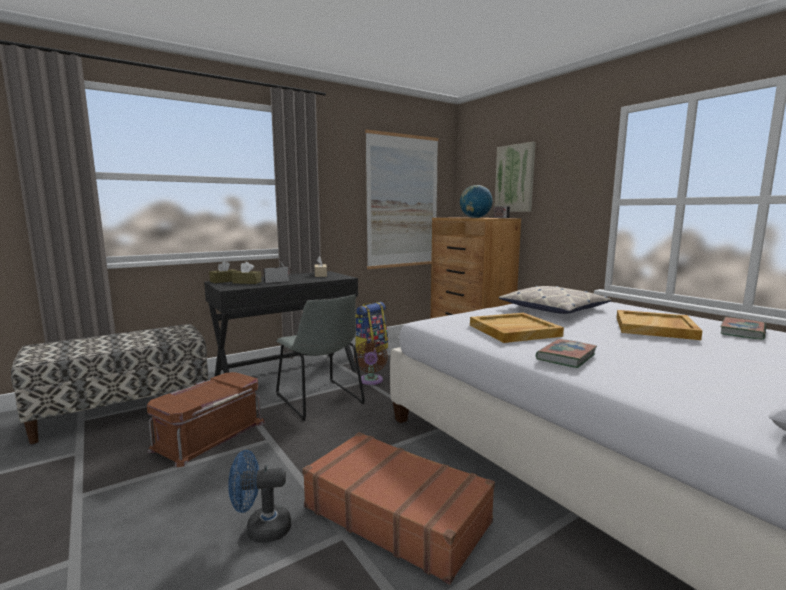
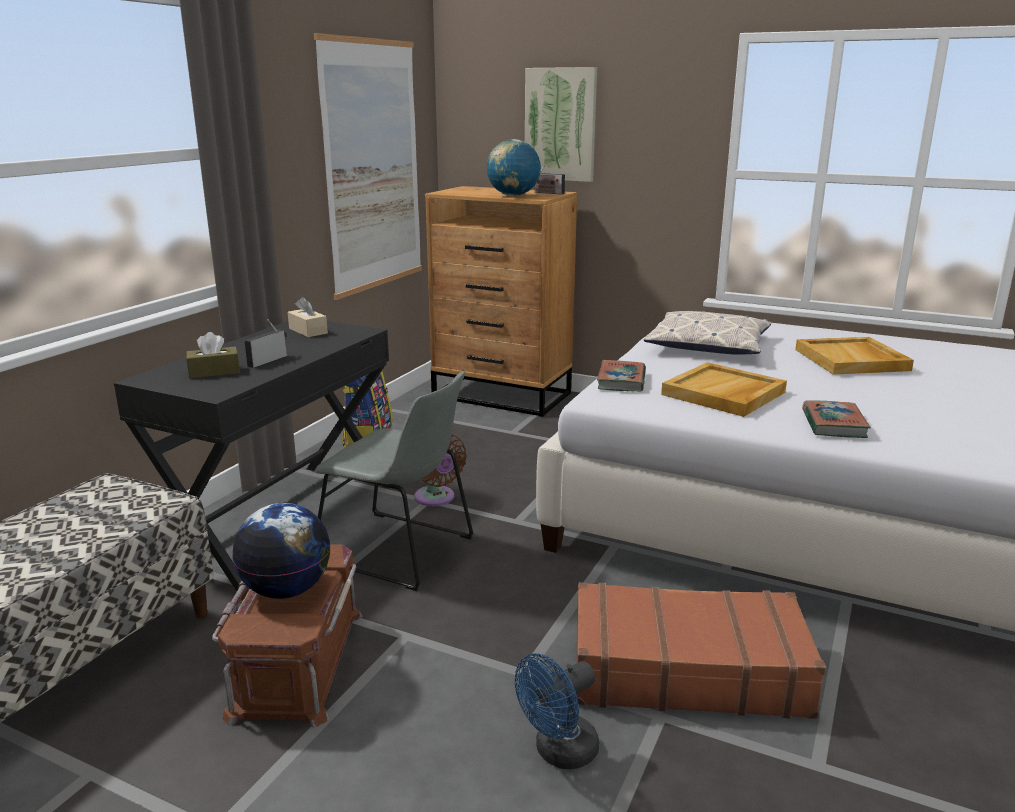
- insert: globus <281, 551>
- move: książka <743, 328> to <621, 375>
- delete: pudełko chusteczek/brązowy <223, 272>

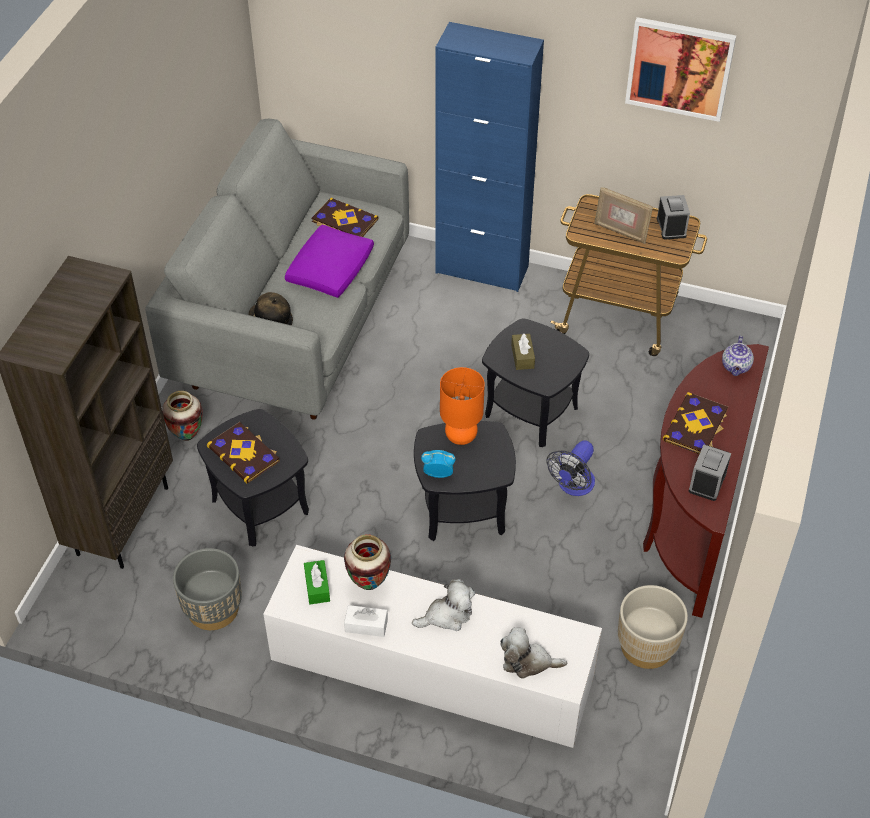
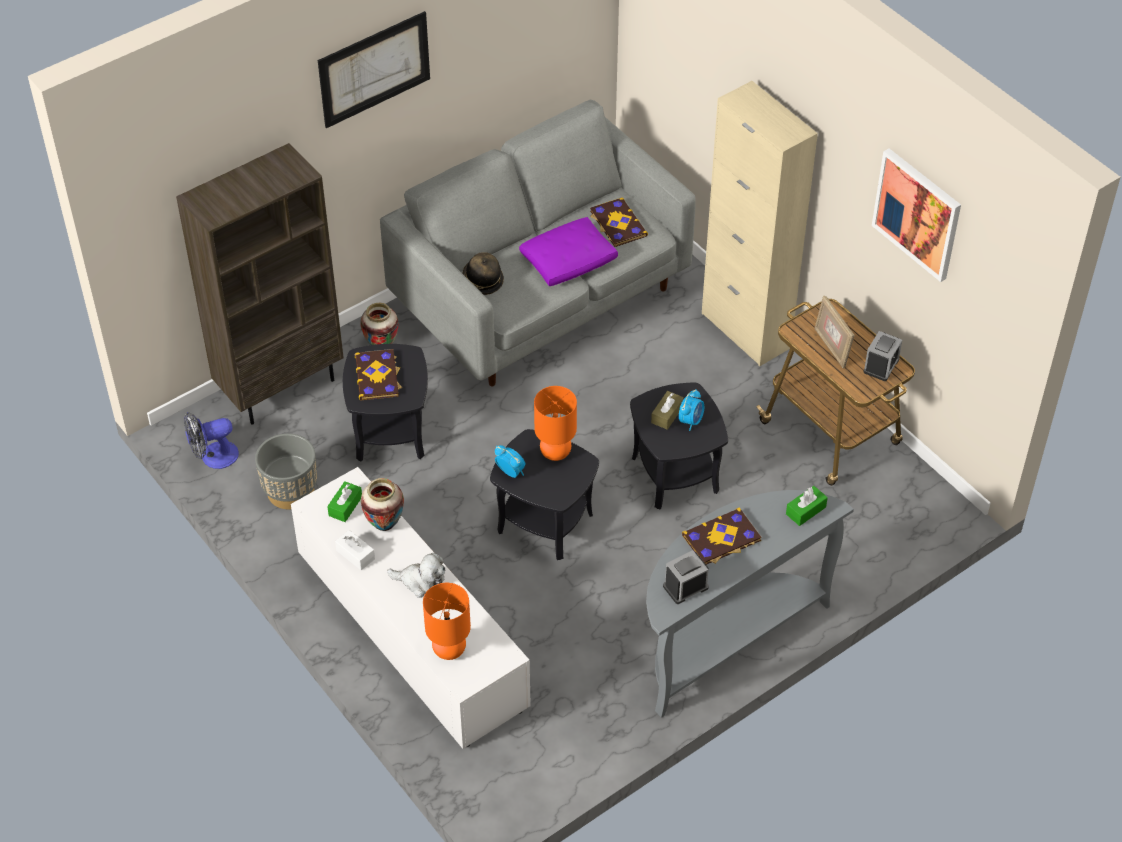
- move: wentylator <571, 468> to <211, 440>
- insert: obraz <374, 69>
- replace: pluszak <533, 653> to lampa stołowa/pomarańczowy <447, 621>
- recolor: stolik konsolowy/brązowy <706, 481> to stolik konsolowy/szary <750, 604>
- insert: budzik <691, 410>
- recolor: szafka/niebieski <489, 157> to szafka/beżowy <760, 223>
- replace: imbryk <738, 356> to pudełko chusteczek/zielony <807, 506>
- delete: donica/beżowy <653, 627>

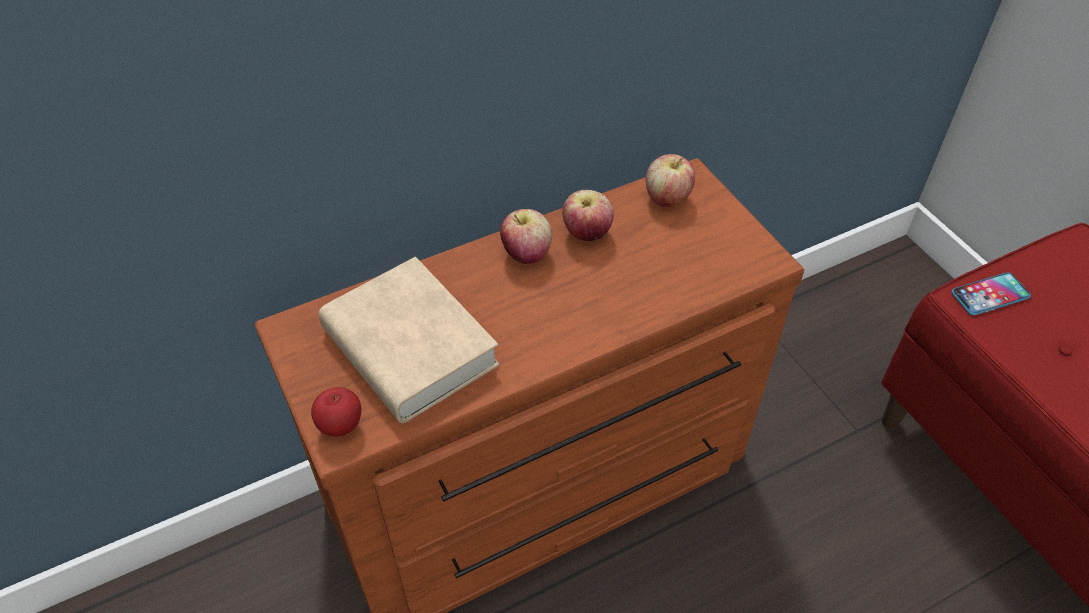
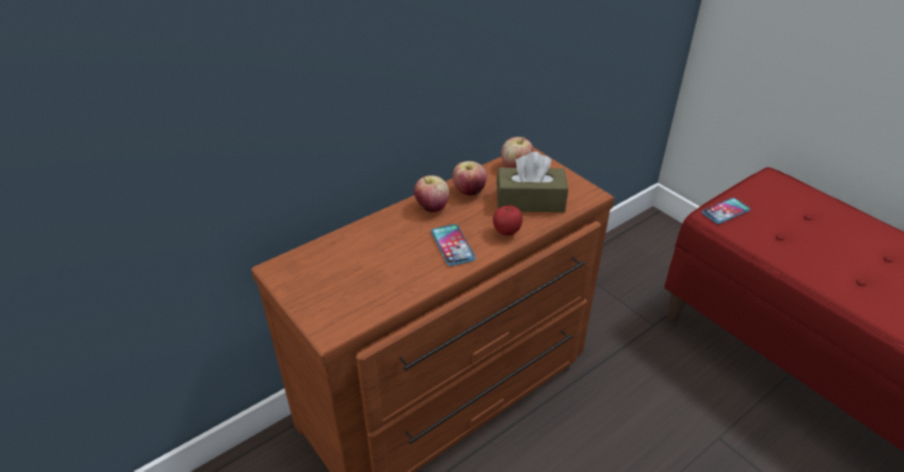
- insert: telefon <453, 245>
- move: jabłko <336, 411> to <508, 221>
- insert: pudełko chusteczek/brązowy <532, 182>
- delete: książka/beżowy <408, 340>

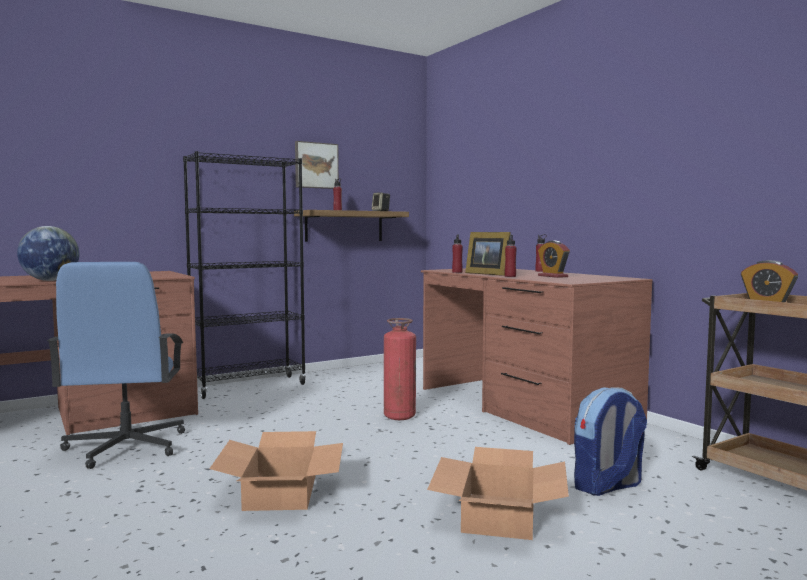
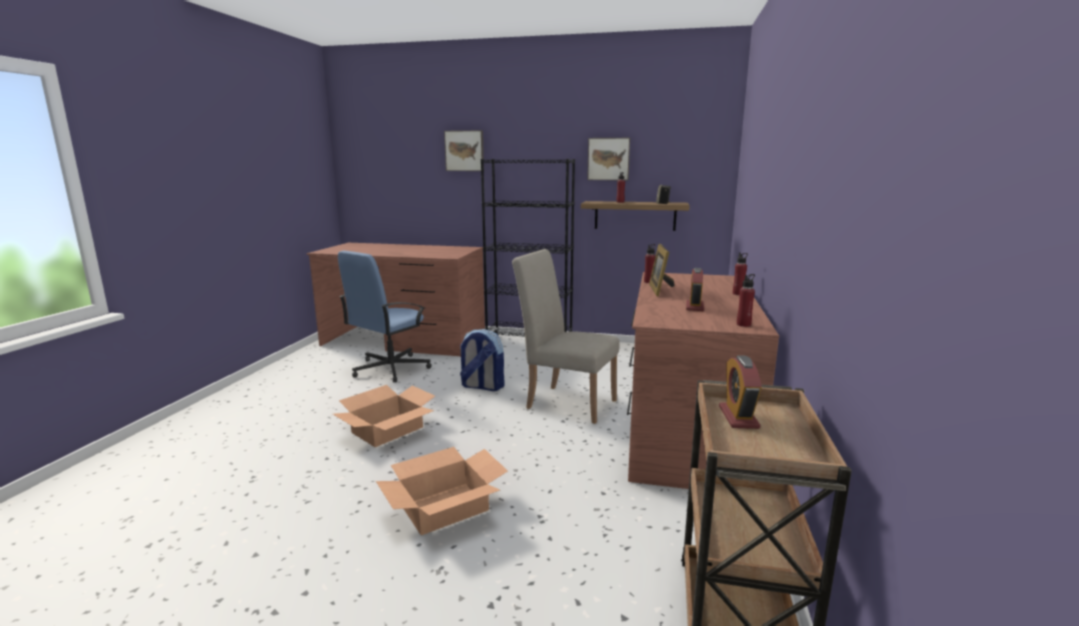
- insert: obraz <464, 150>
- move: plecak <610, 441> to <482, 360>
- replace: gaśnica <400, 369> to krzesło/beżowy <566, 336>
- move: butelka/czerwony <511, 256> to <746, 300>
- delete: globus <48, 253>

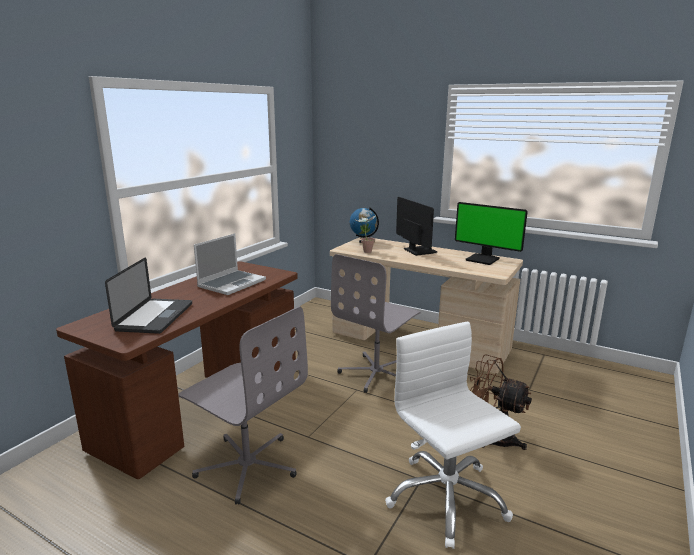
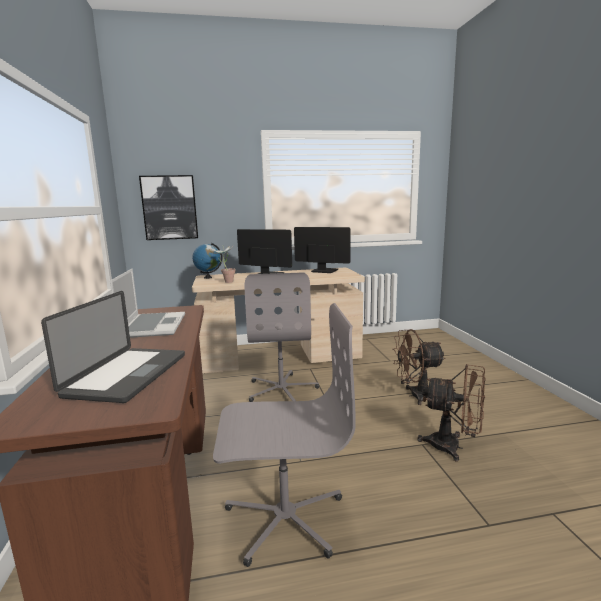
- rotate: laptop <148, 295> = <113, 347> 45 degrees clockwise
- insert: obraz <168, 207>
- rotate: monitor <491, 233> = <322, 250> 150 degrees counterclockwise
- replace: krzesło biurowe/biały <453, 435> to wentylator/brązowy <451, 413>

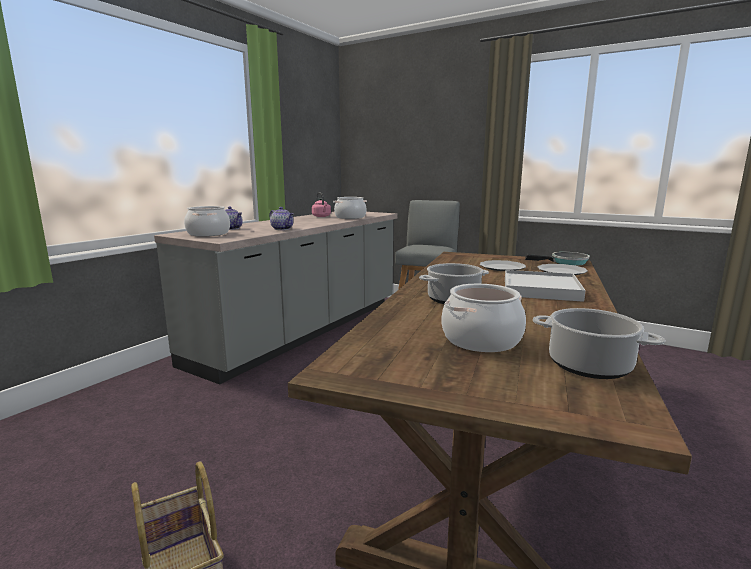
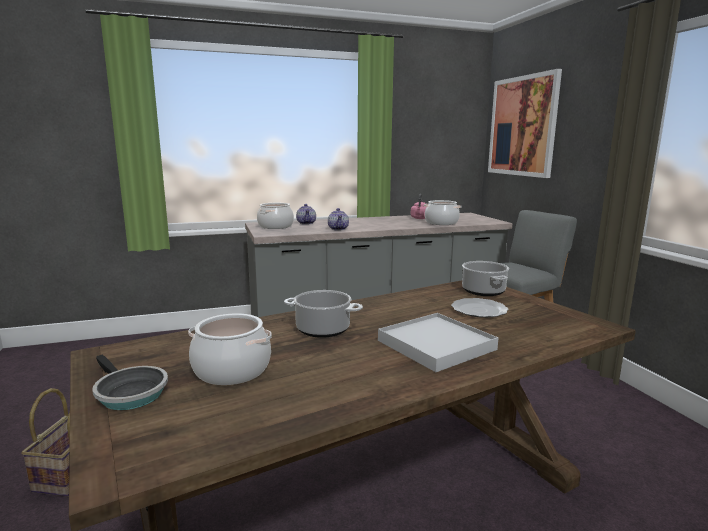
- move: patelnia <557, 259> to <130, 382>
- move: garnek <599, 343> to <485, 278>
- insert: obraz <525, 123>
- delete: talerz <562, 269>

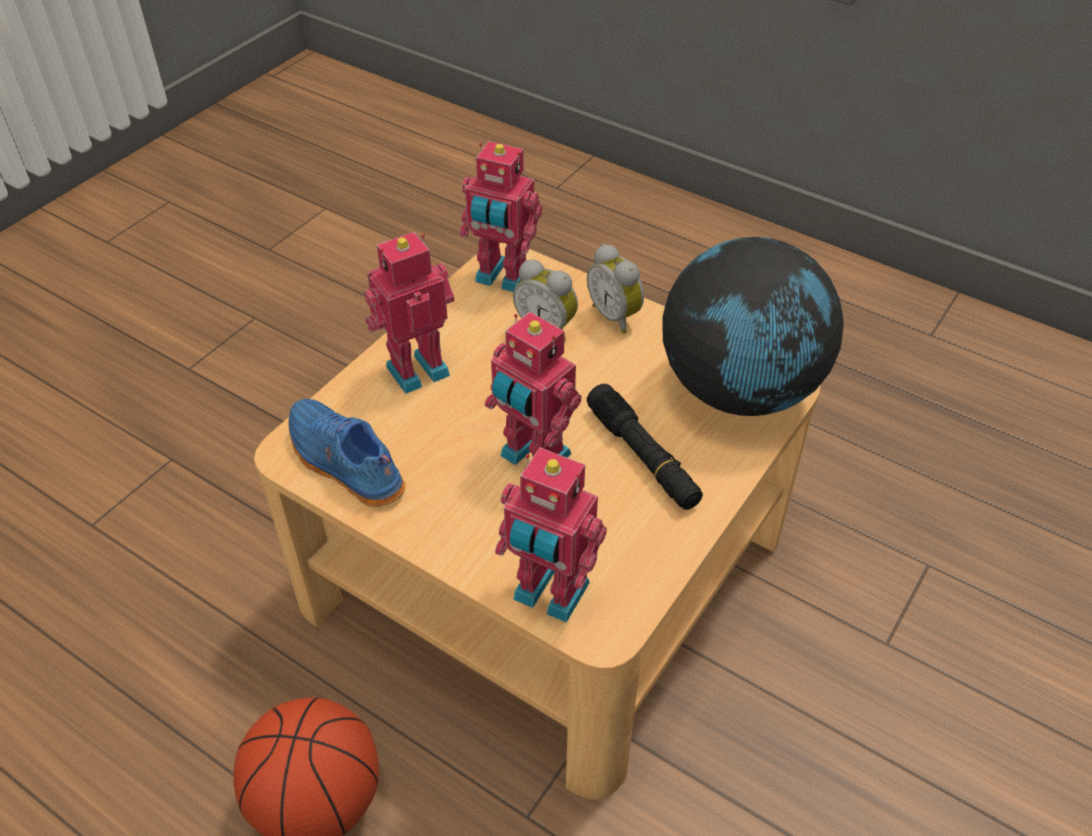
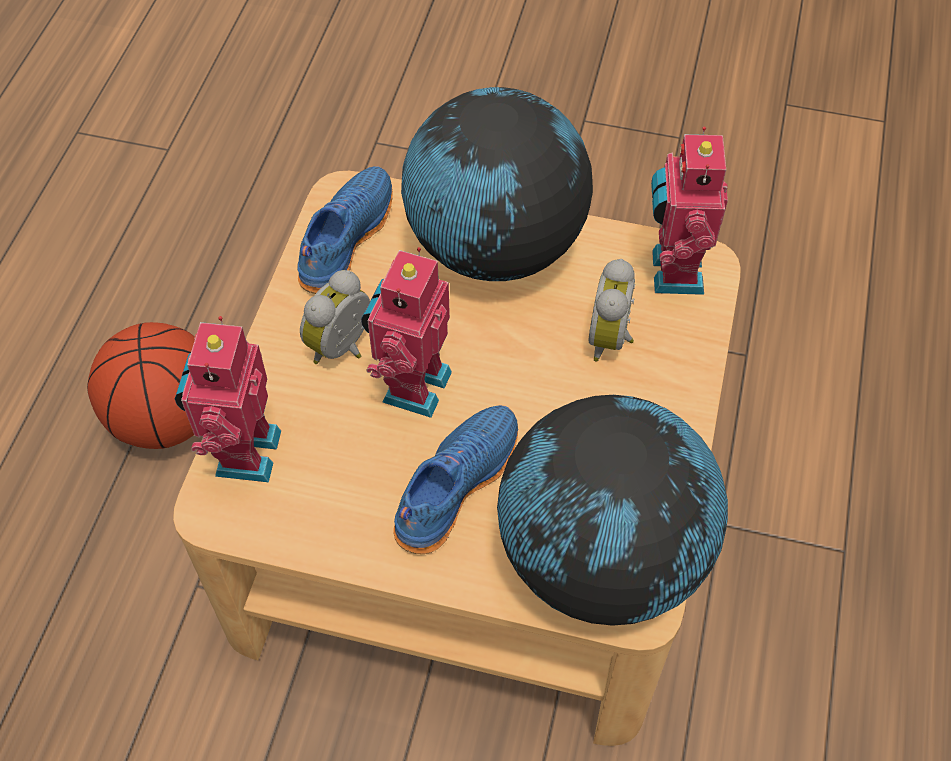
- move: budzik <615, 289> to <335, 317>
- replace: latarka/czarny <645, 447> to but/niebieski <455, 479>
- replace: robot zabawkowy <409, 313> to globus <497, 184>

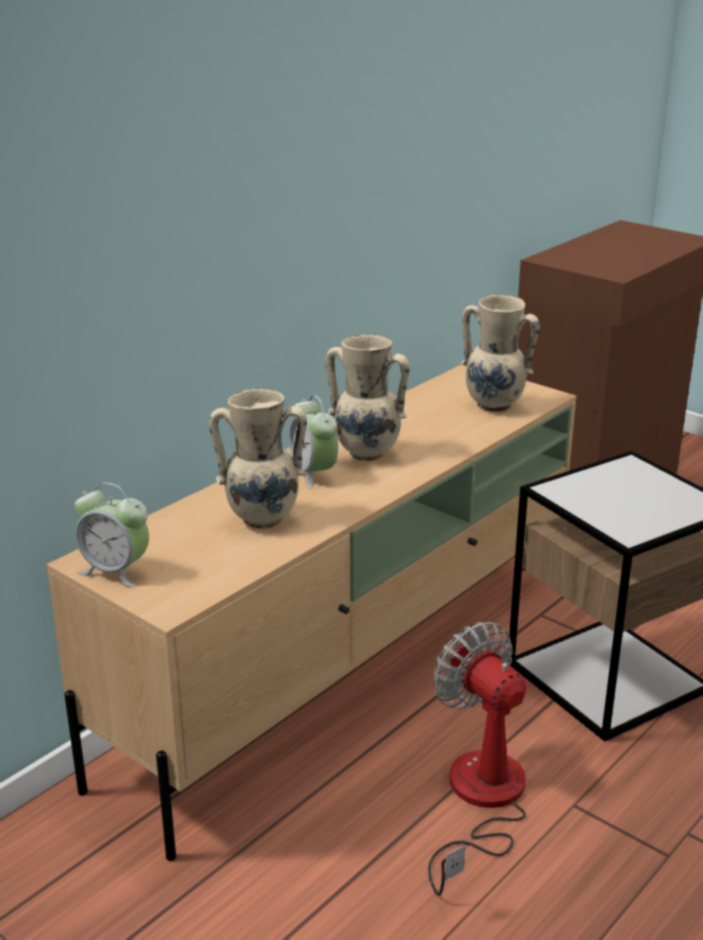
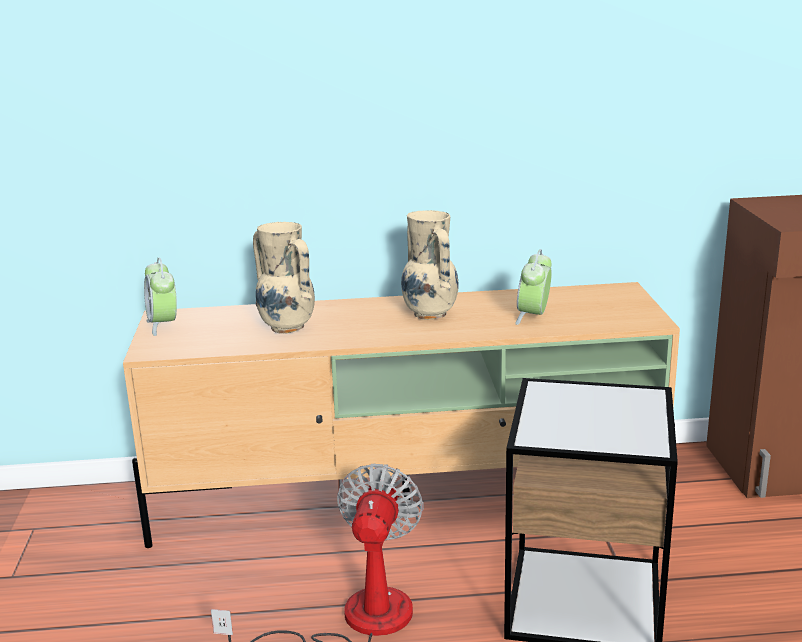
- move: budzik <313, 442> to <533, 287>
- delete: wazon/beżowy <500, 353>

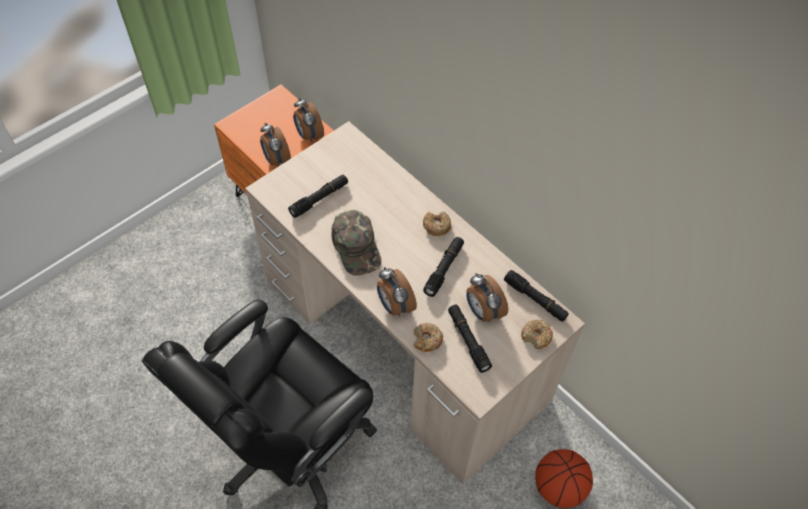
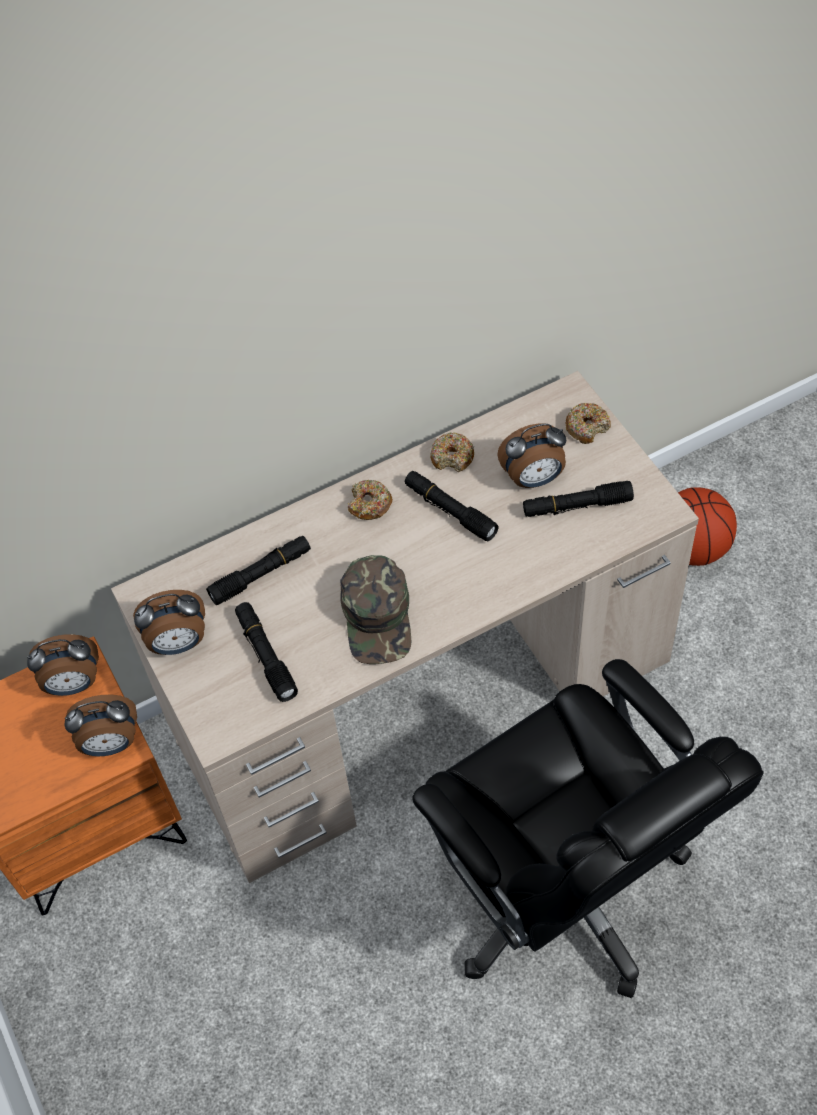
- move: budzik <397, 291> to <169, 622>
- move: latarka/czarny <536, 296> to <258, 570>
- rotate: czapka z daszkiem/zielony <356, 243> = <375, 609> 90 degrees clockwise
- move: donut <428, 337> to <452, 452>

